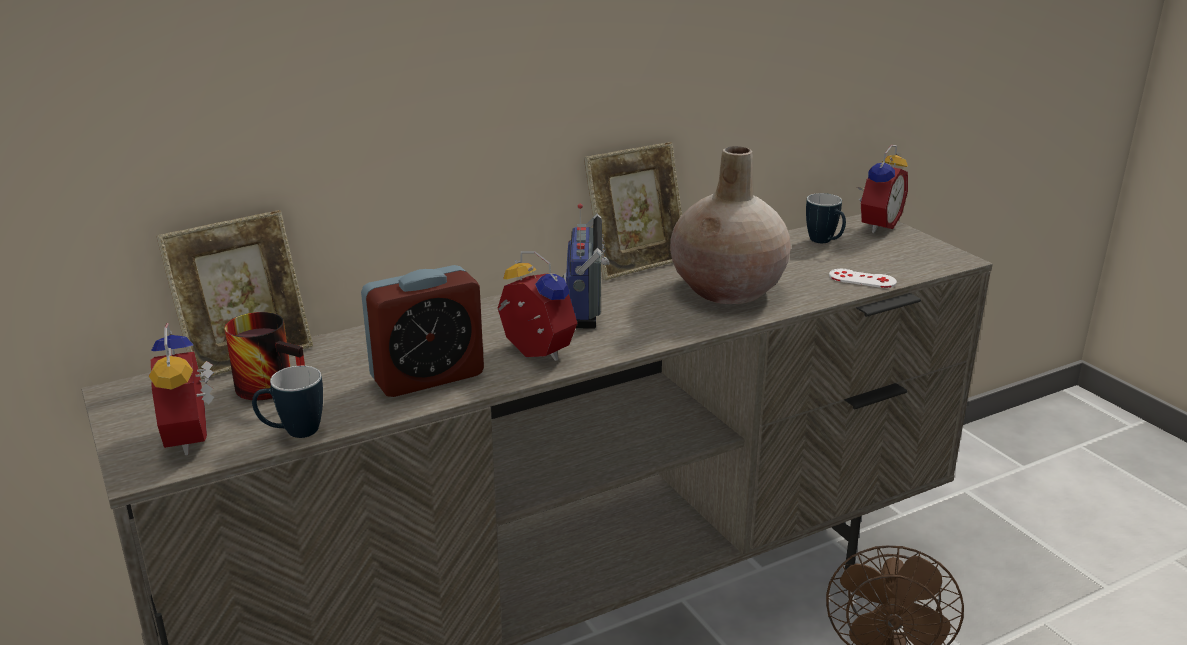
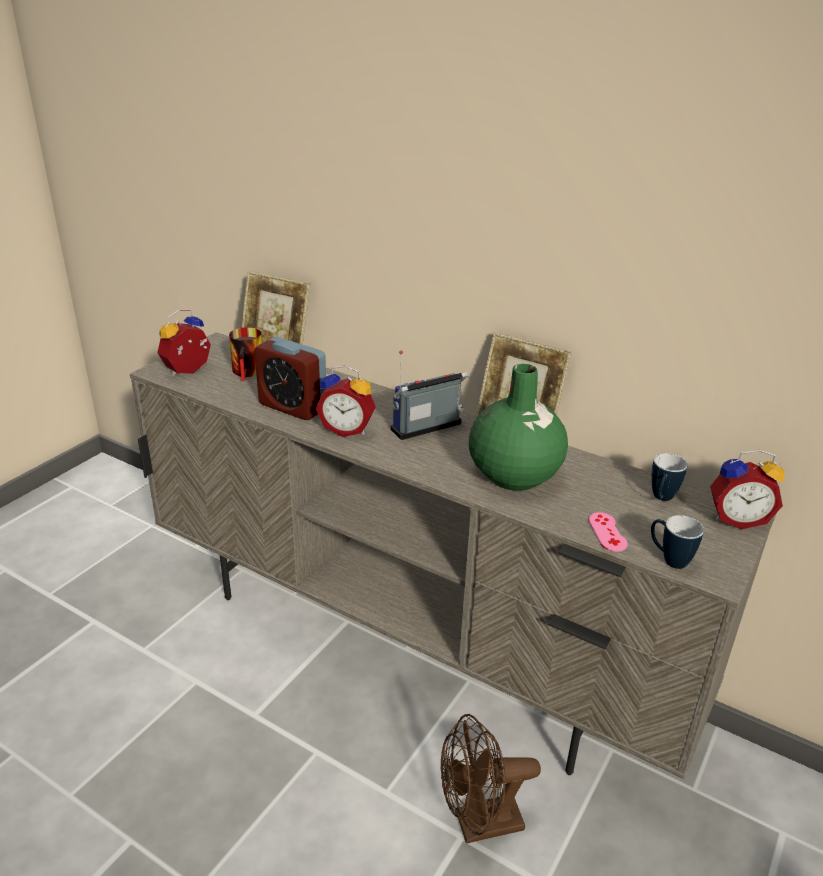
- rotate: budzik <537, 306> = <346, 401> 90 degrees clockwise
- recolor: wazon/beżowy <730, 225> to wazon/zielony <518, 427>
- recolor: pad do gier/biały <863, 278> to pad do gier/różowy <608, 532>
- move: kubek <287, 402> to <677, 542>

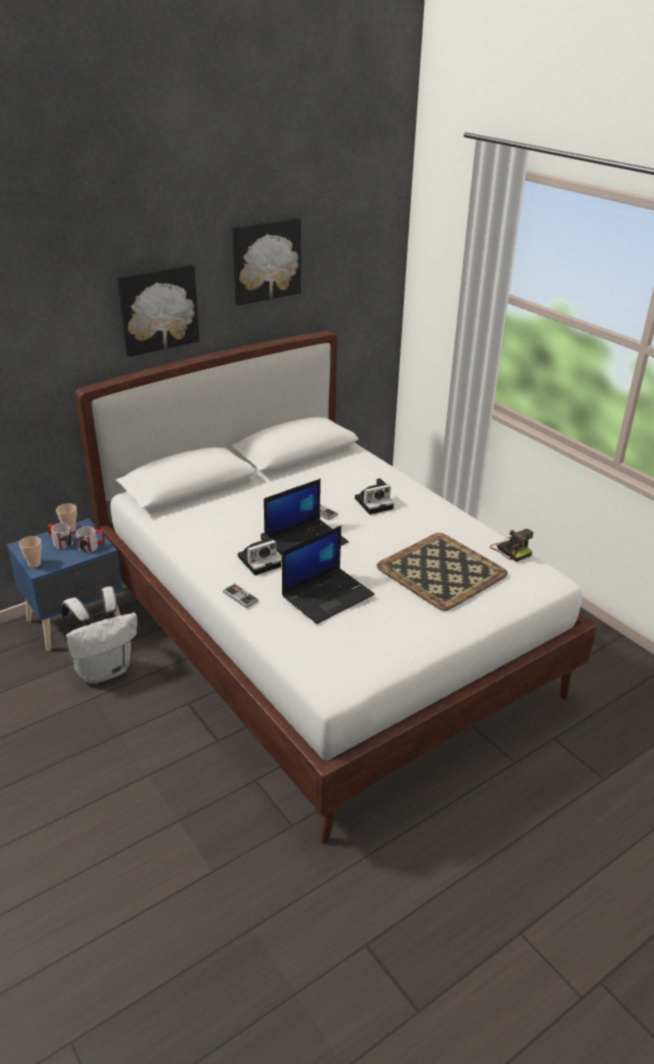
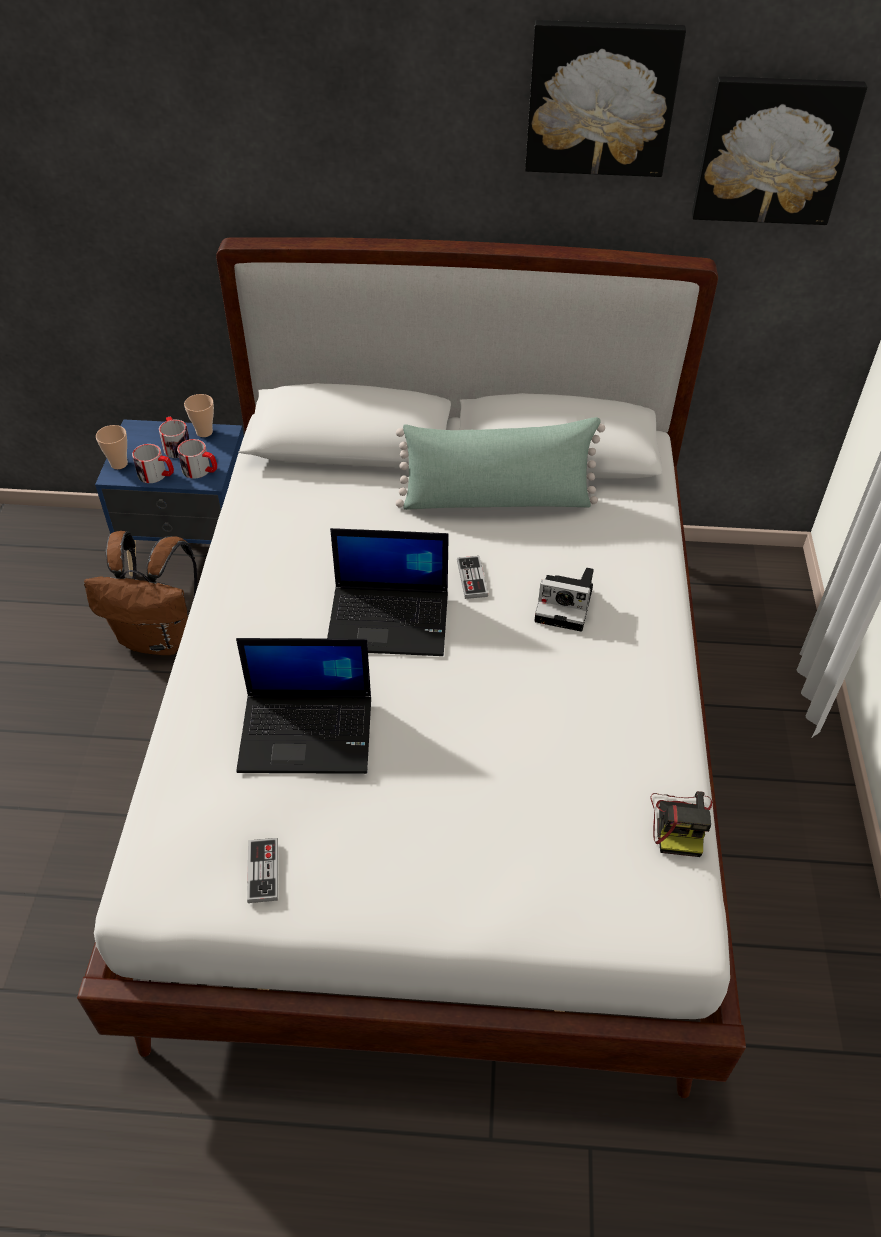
- recolor: plecak/biały <98, 635> to plecak/brązowy <140, 593>
- insert: kubek <153, 463>
- move: pad do gier <241, 596> to <262, 870>
- insert: poduszka/zielony <500, 463>
- move: obraz <158, 310> to <779, 150>
- delete: aparat fotograficzny <259, 553>
- delete: taca <442, 572>

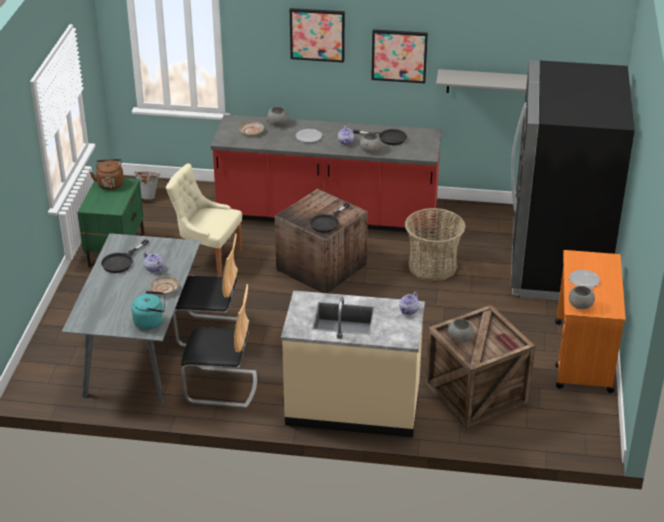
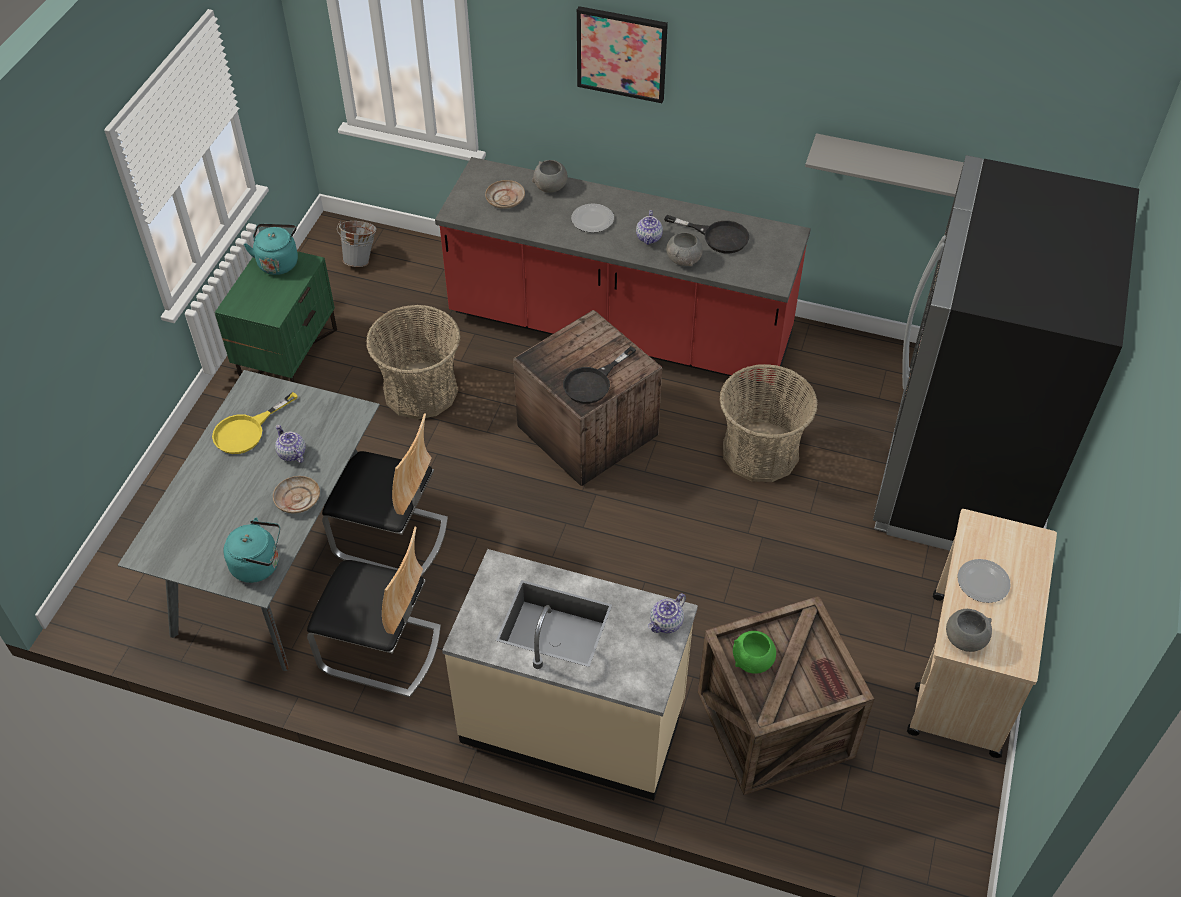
- recolor: patelnia/czarny <125, 256> to patelnia/żółty <255, 423>
- recolor: czajnik/brązowy <107, 174> to czajnik/turkusowy <271, 249>
- replace: krzesło/beżowy <204, 220> to koszyk <413, 362>
- recolor: miska/szary <461, 331> to miska/zielony <754, 652>
- recolor: wózek/pomarańczowy <590, 321> to wózek/beżowy <982, 633>
- delete: obraz <399, 56>

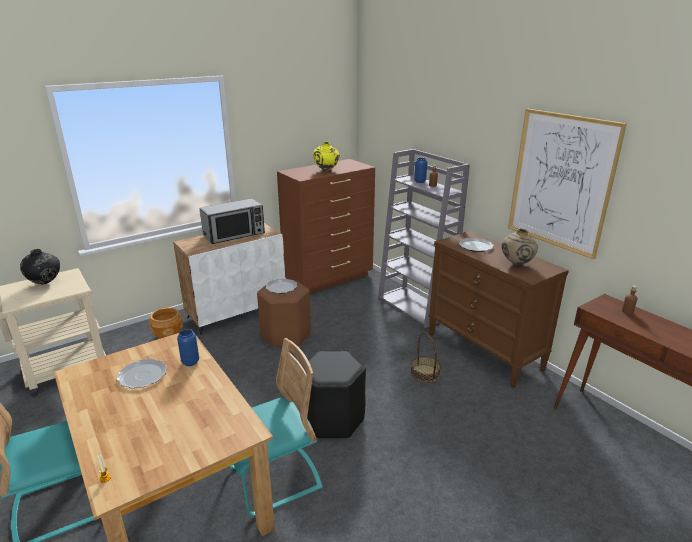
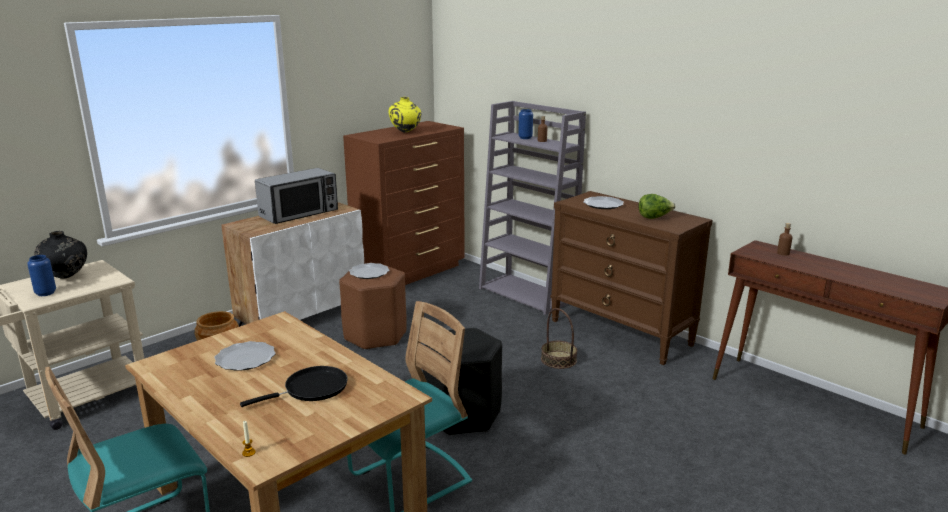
- move: wazon/niebieski <188, 347> to <41, 275>
- insert: patelnia/czarny <294, 386>
- replace: wazon/beżowy <519, 246> to sałata <657, 206>
- delete: obraz <567, 184>

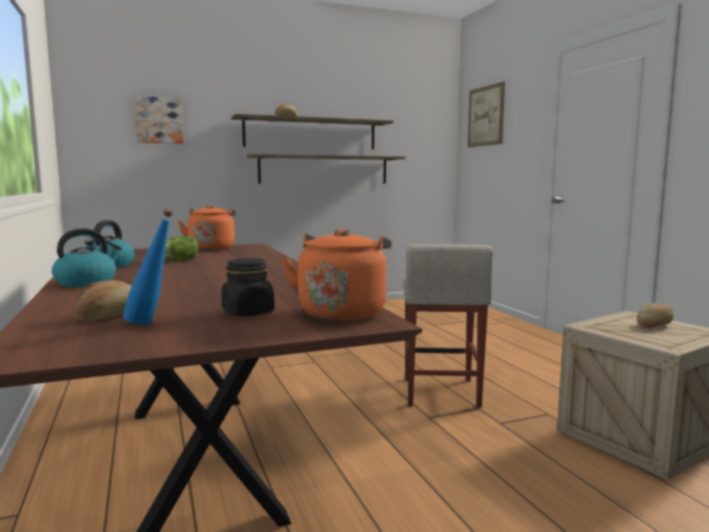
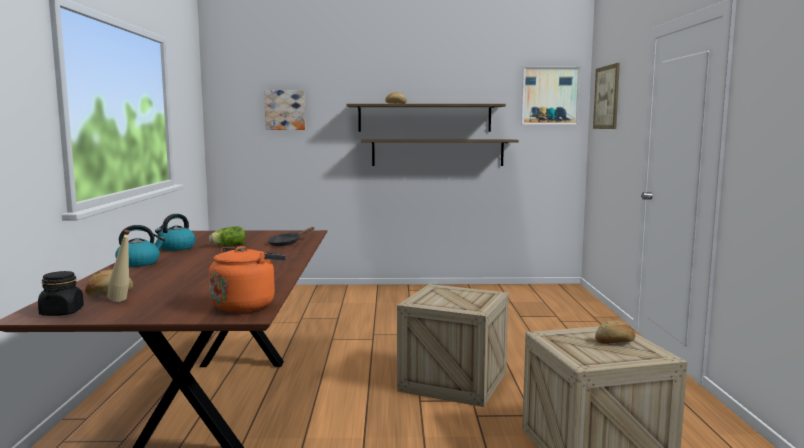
- move: słoik/czarny <248, 287> to <61, 293>
- recolor: butelka/niebieski <148, 267> to butelka/beżowy <118, 266>
- insert: patelnia/czarny <291, 236>
- replace: stołek/beżowy <448, 326> to skrzynka <452, 345>
- insert: obraz <551, 96>
- delete: czajnik/pomarańczowy <207, 227>

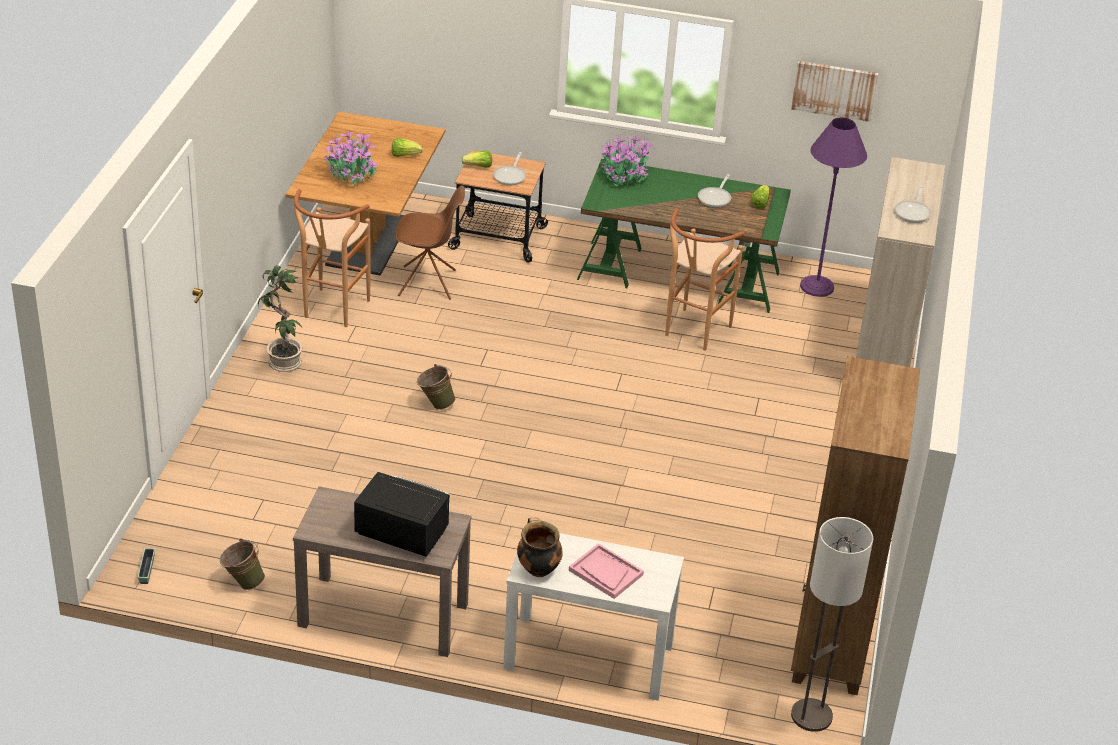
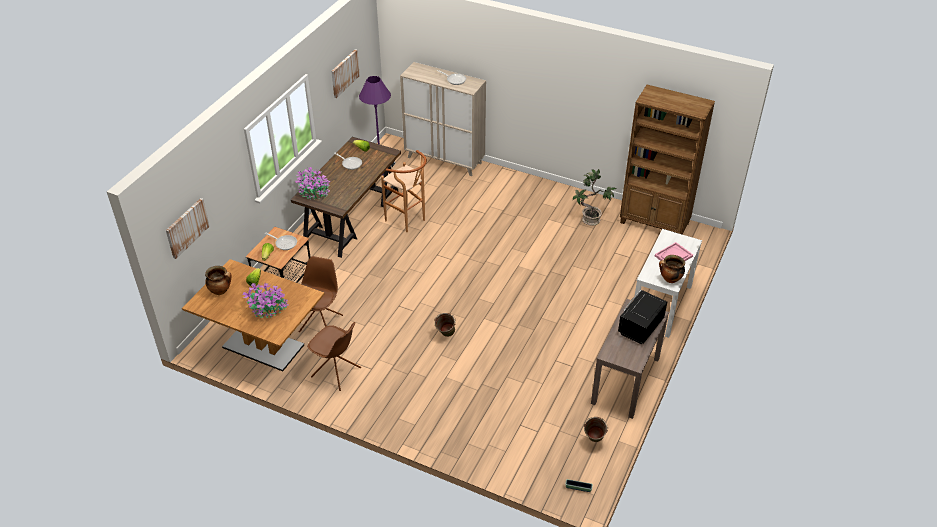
- insert: obraz <188, 228>
- insert: garnek <218, 280>
- recolor: biurko/zielony <684, 236> to biurko/brązowy <346, 197>
- replace: stołek/brązowy <332, 258> to krzesło/brązowy <334, 356>
- move: roślina doniczkowa <280, 318> to <594, 197>
- delete: lampa stojąca <832, 624>

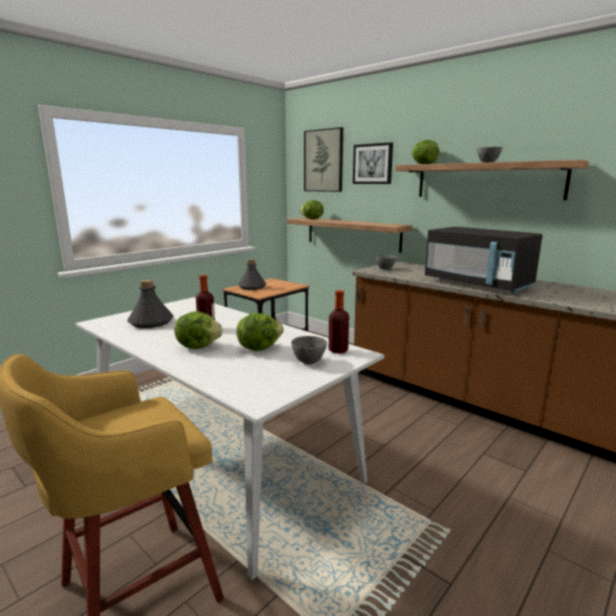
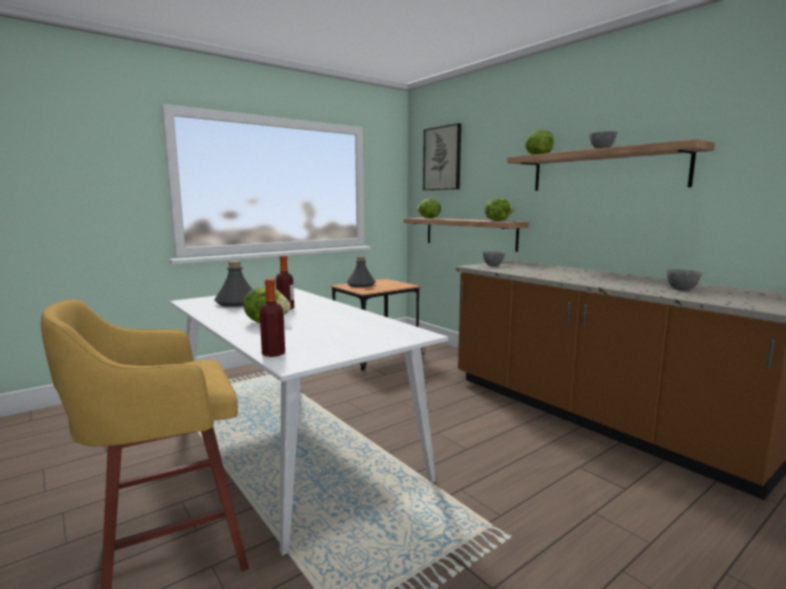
- move: butelka <339, 322> to <272, 318>
- move: sałata <260, 332> to <499, 209>
- move: miska/szary <309, 350> to <684, 279>
- delete: obraz <373, 163>
- delete: mikrofalówka/czarny <483, 260>

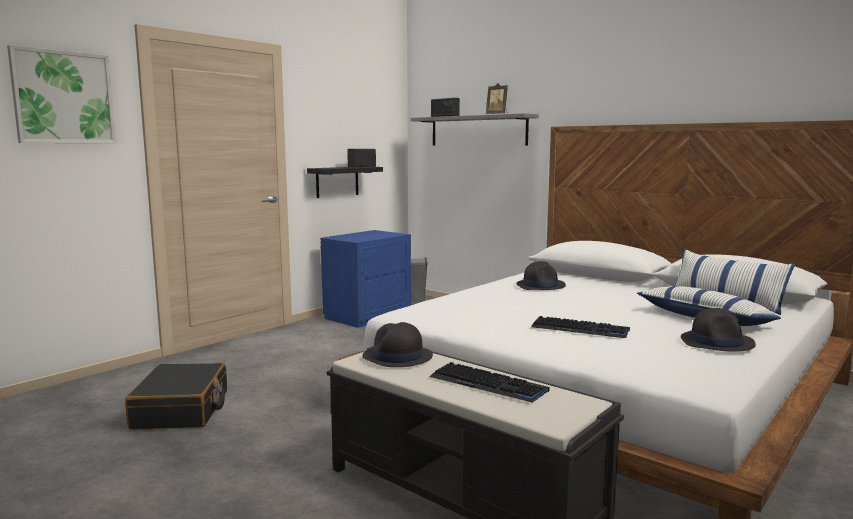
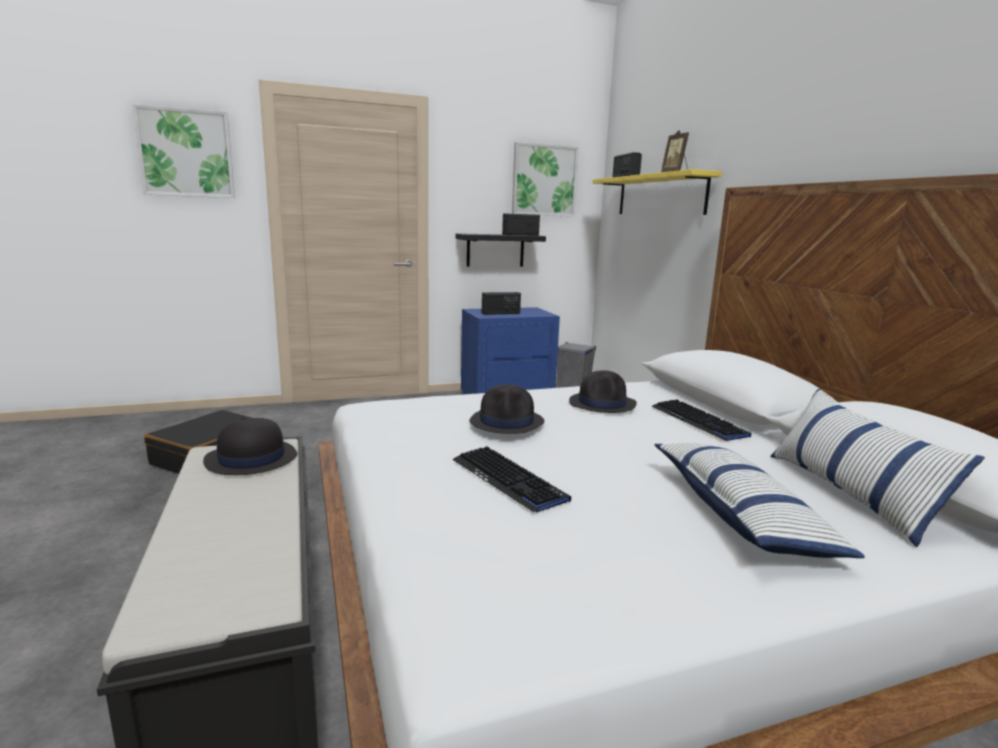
- move: kapelusz/czarny <718, 330> to <507, 409>
- insert: radio <501, 303>
- insert: obraz <545, 179>
- recolor: półka/szary <475, 129> to półka/żółty <657, 192>
- move: klawiatura <489, 382> to <701, 420>

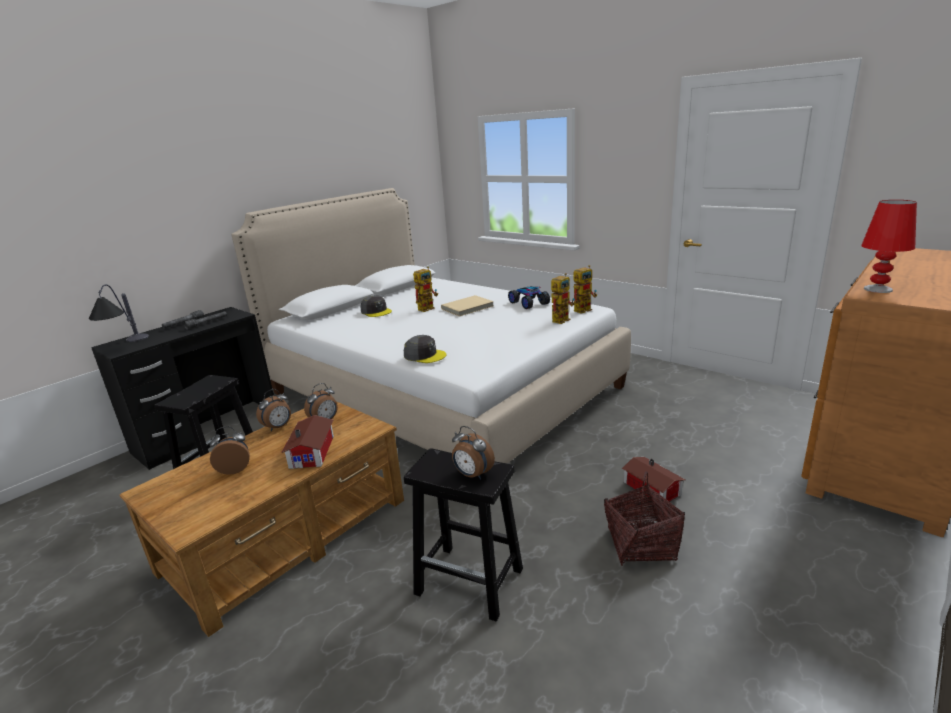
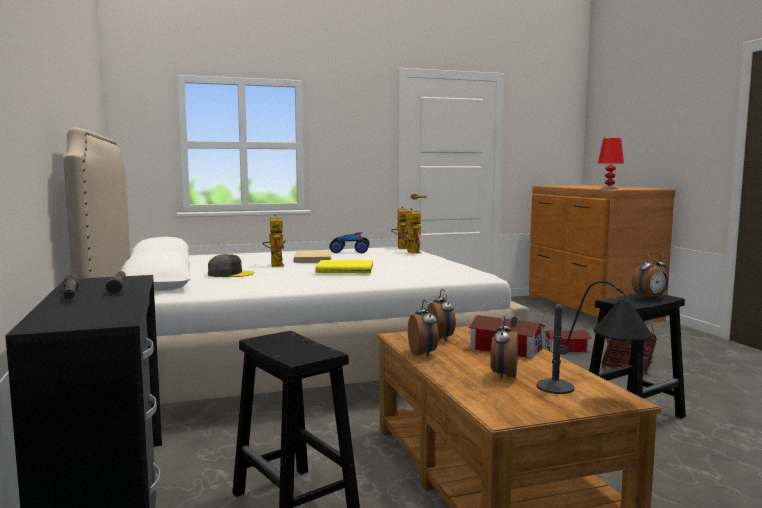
- insert: książka/żółty <344, 266>
- move: lampa stołowa <119, 313> to <594, 337>
- delete: czapka z daszkiem/szary <425, 349>

